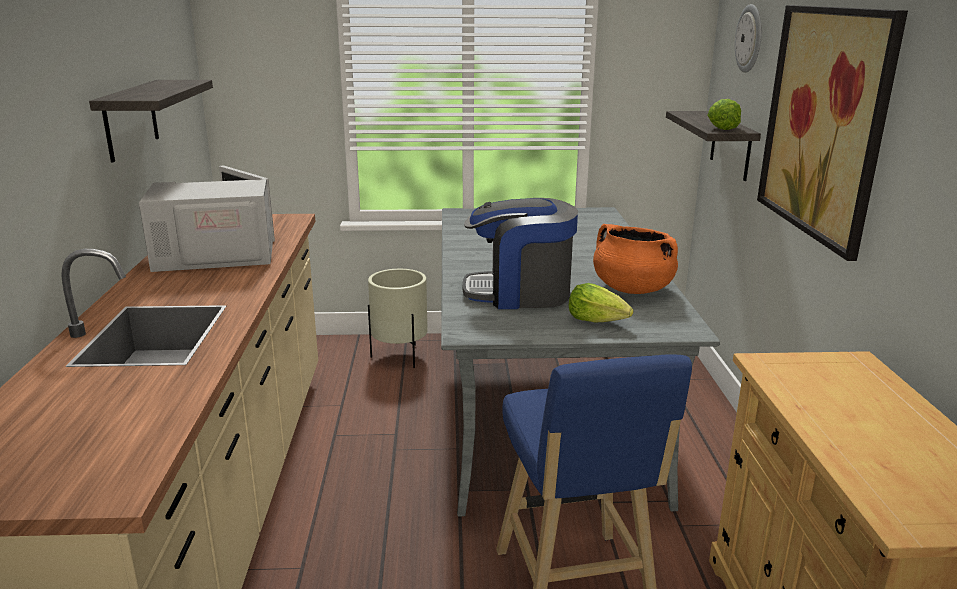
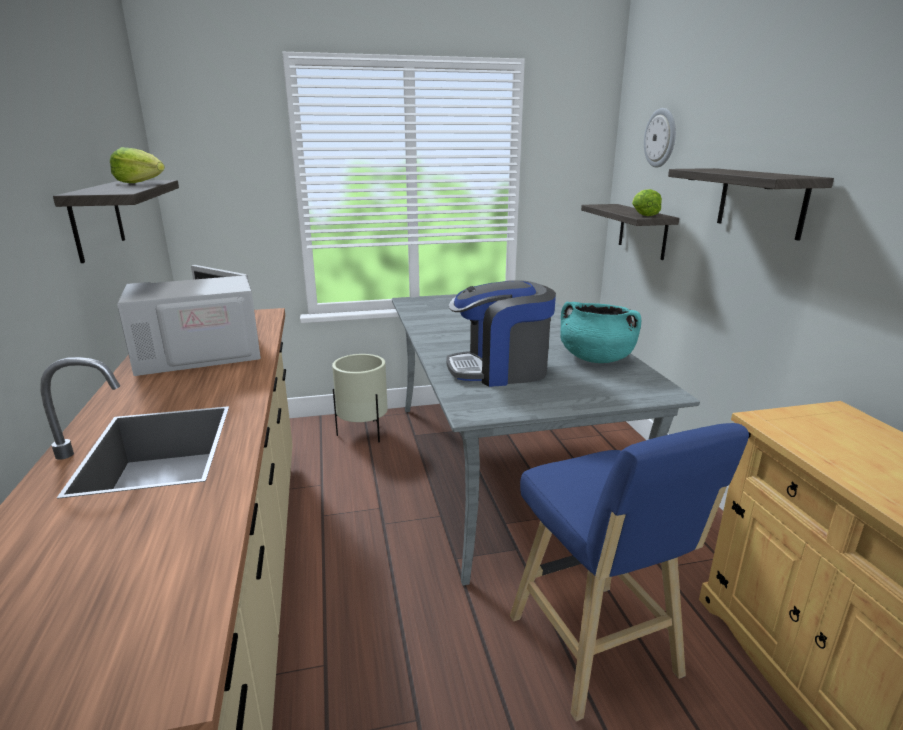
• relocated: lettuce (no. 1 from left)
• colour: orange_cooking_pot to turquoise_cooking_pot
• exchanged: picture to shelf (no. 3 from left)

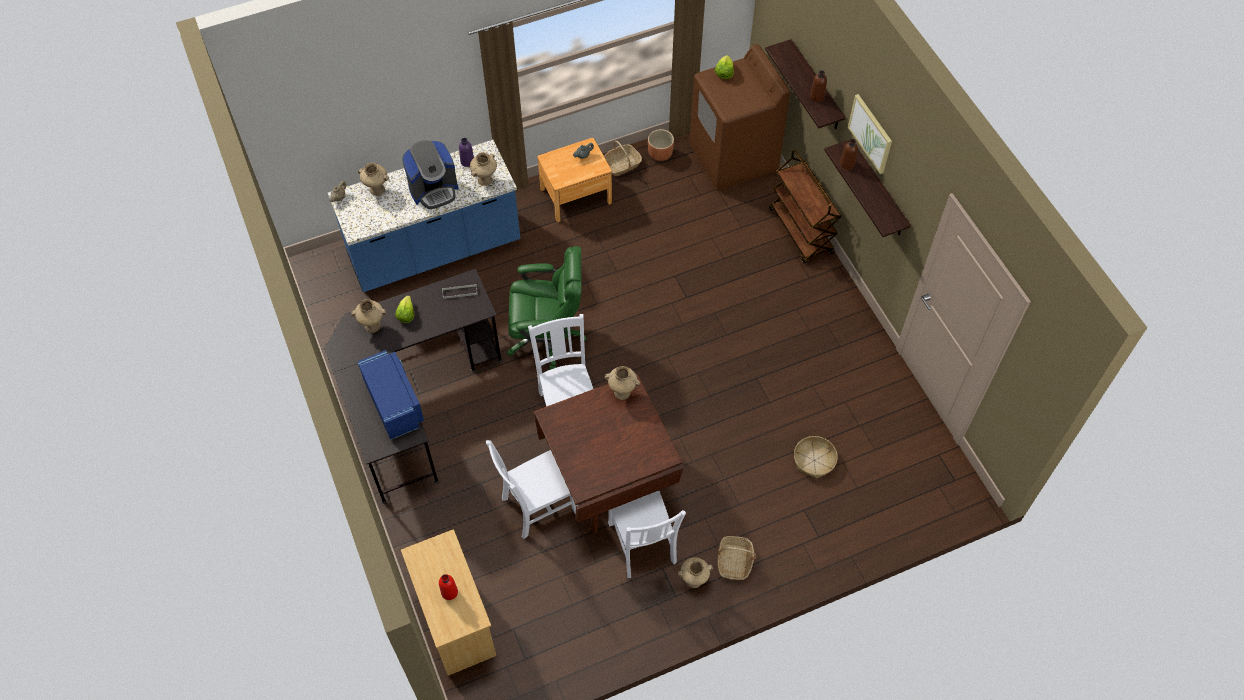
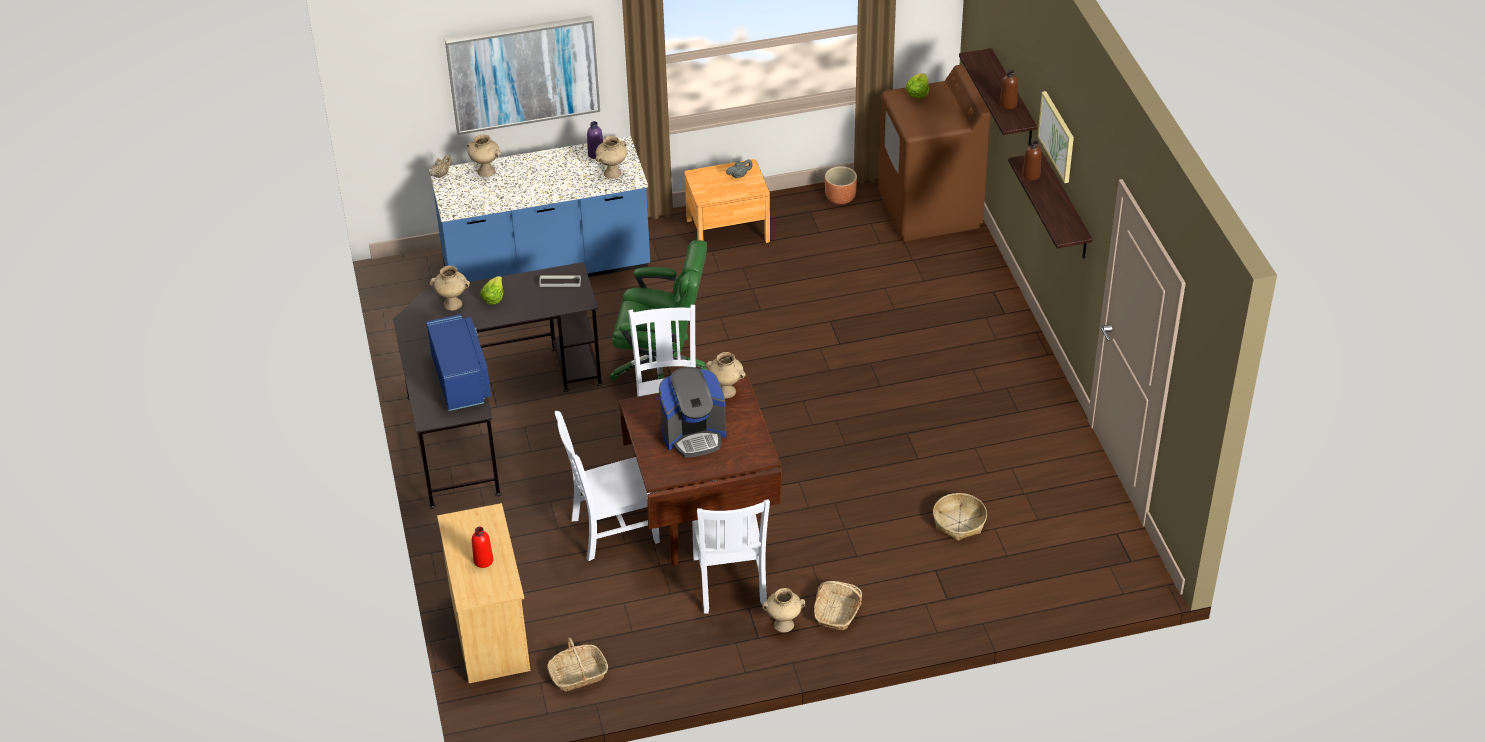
• appeared: picture (no. 1 from left)
• relocated: basket (no. 1 from left)
• relocated: coffee_machine
• missing: brown_cart

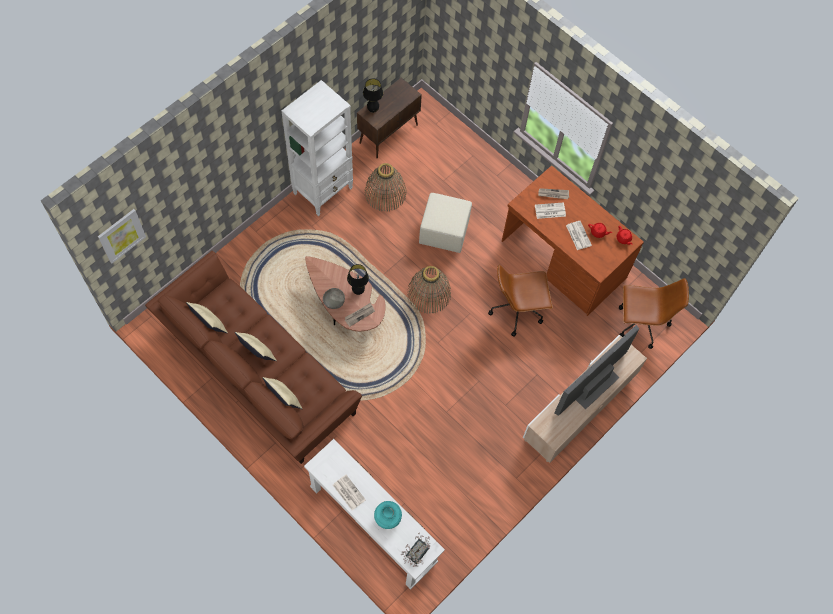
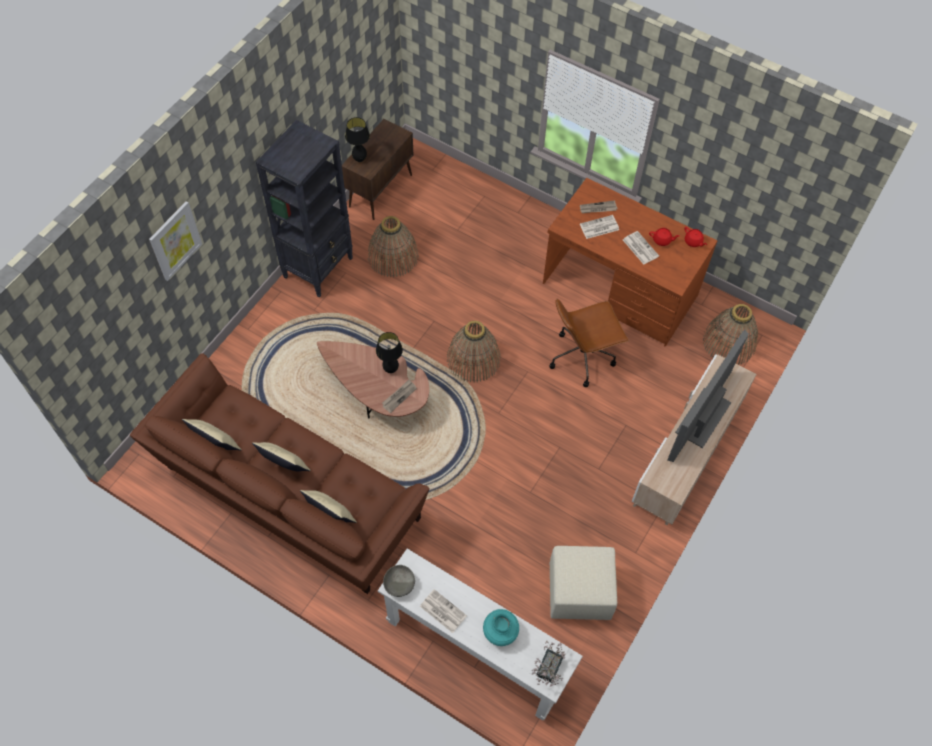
• relocated: picture
• colour: white_bookcase to black_bookcase
• relocated: grey_bowl
• relocated: beige_ottoman
• exchanged: brown_office_chair (no. 2 from left) to basket (no. 3 from left)

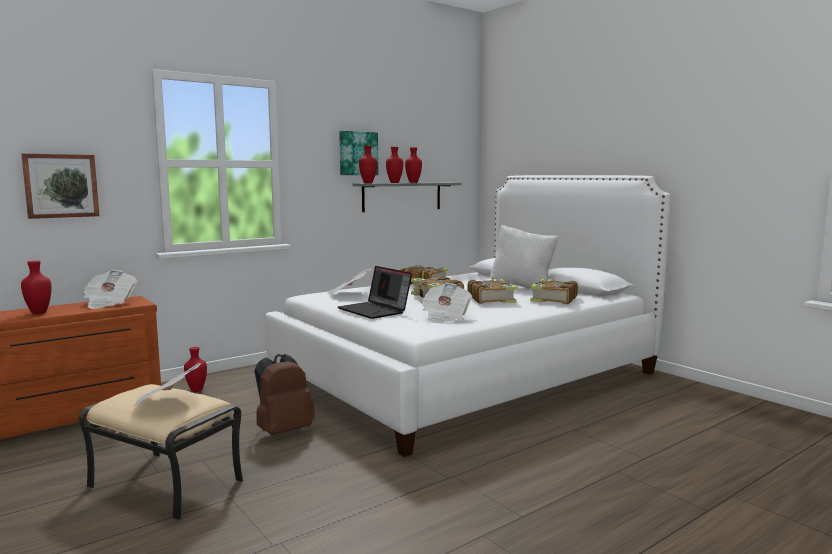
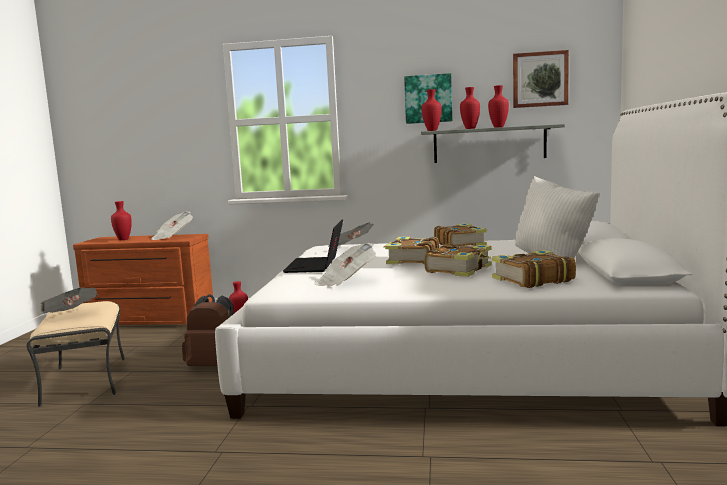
• relocated: picture (no. 1 from left in the first image) to picture (no. 2 from left)

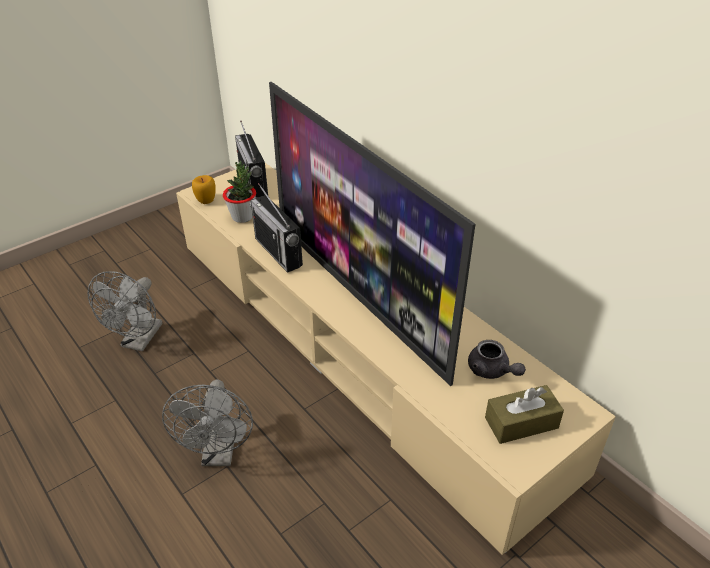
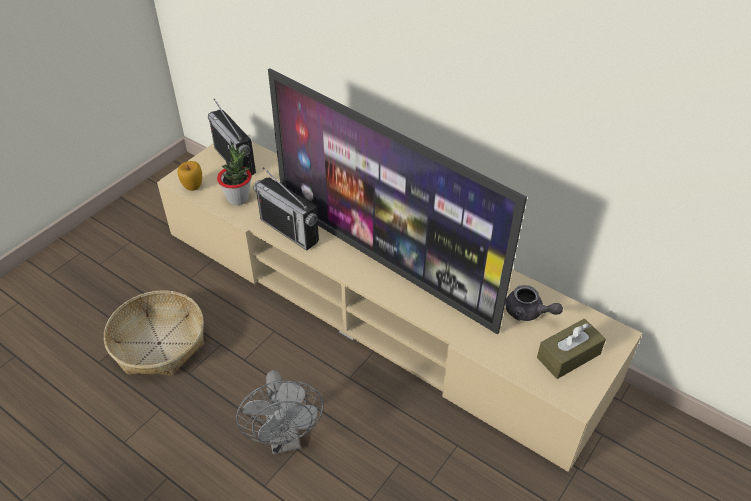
• exchanged: grey_fan (no. 1 from left) to basket

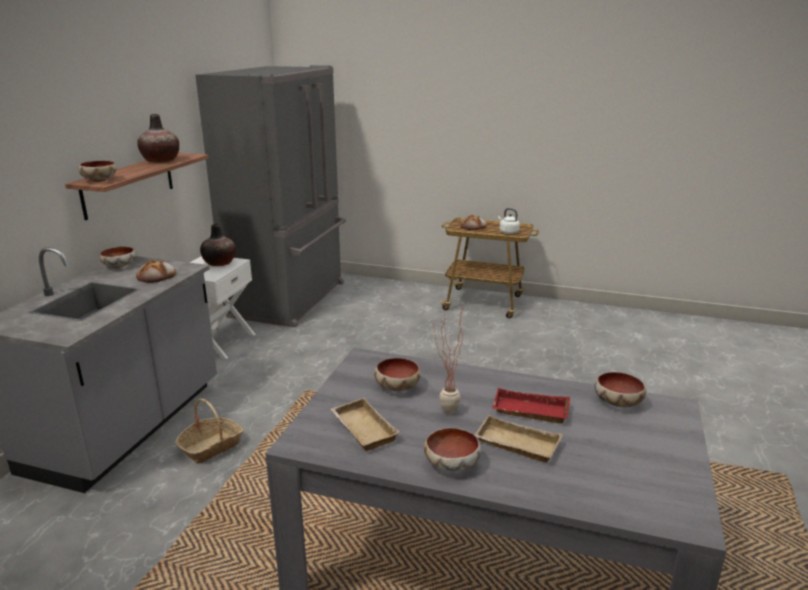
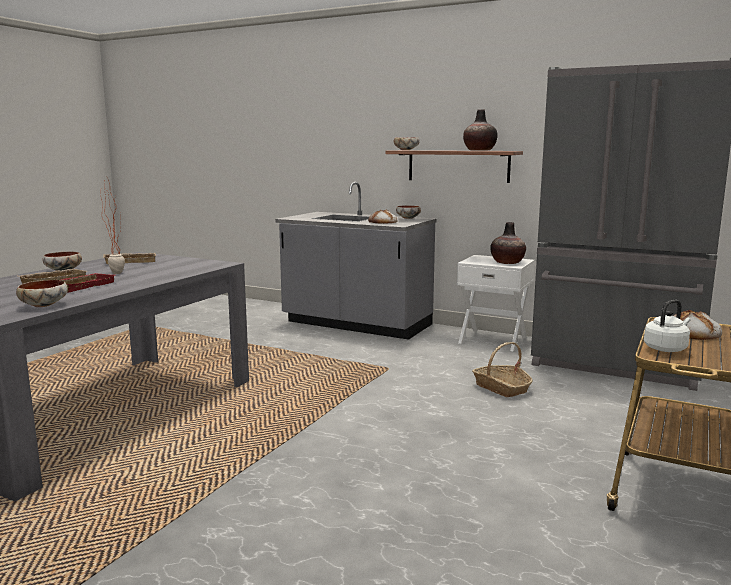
• relocated: basket
• missing: bowl (no. 3 from left)

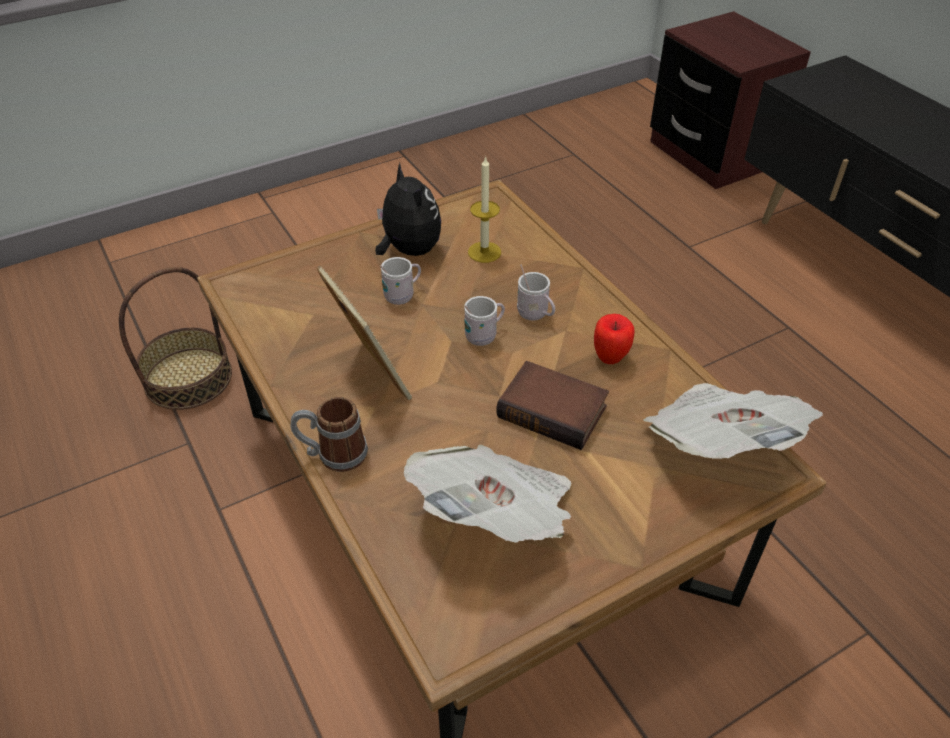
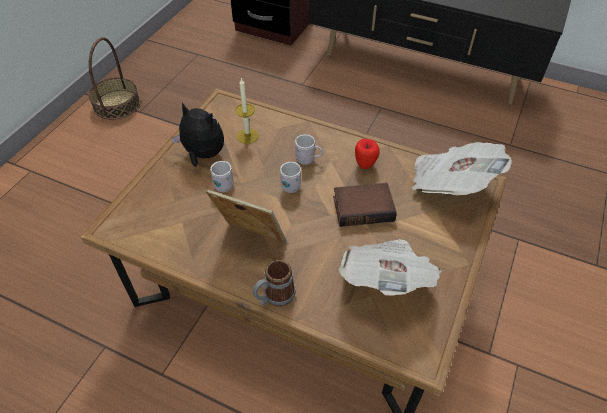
• relocated: basket

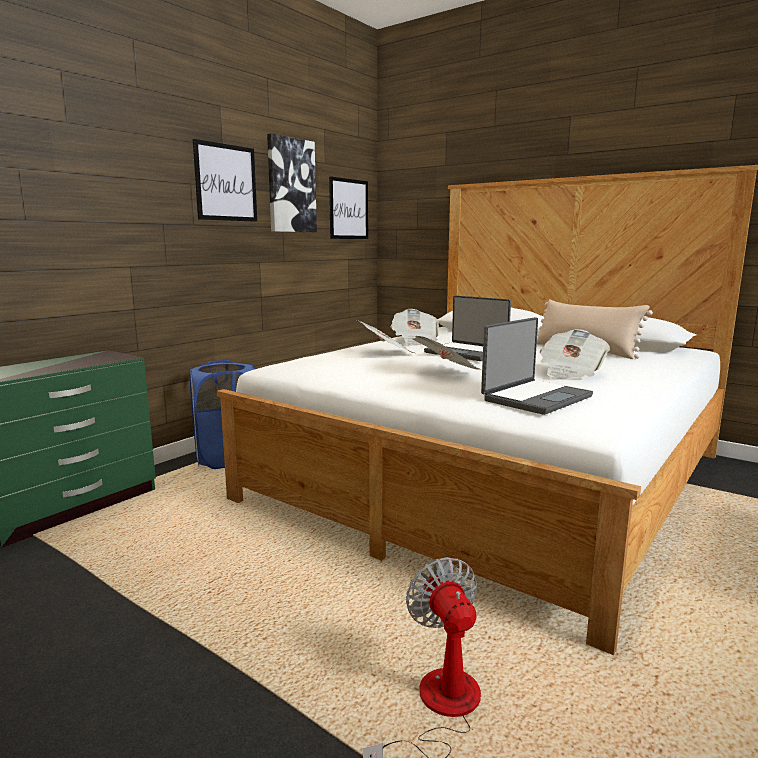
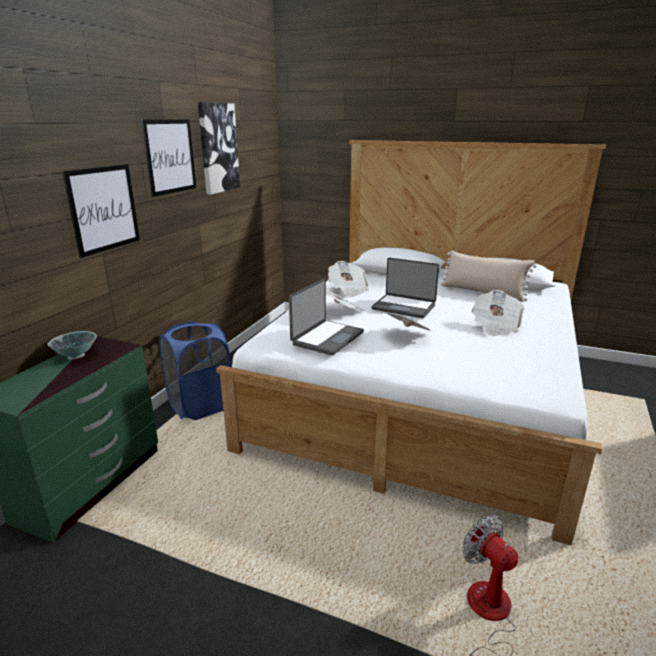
• appeared: bowl
• relocated: picture (no. 3 from left in the first image) to picture (no. 1 from left)
• relocated: laptop (no. 2 from left in the first image) to laptop (no. 1 from left)

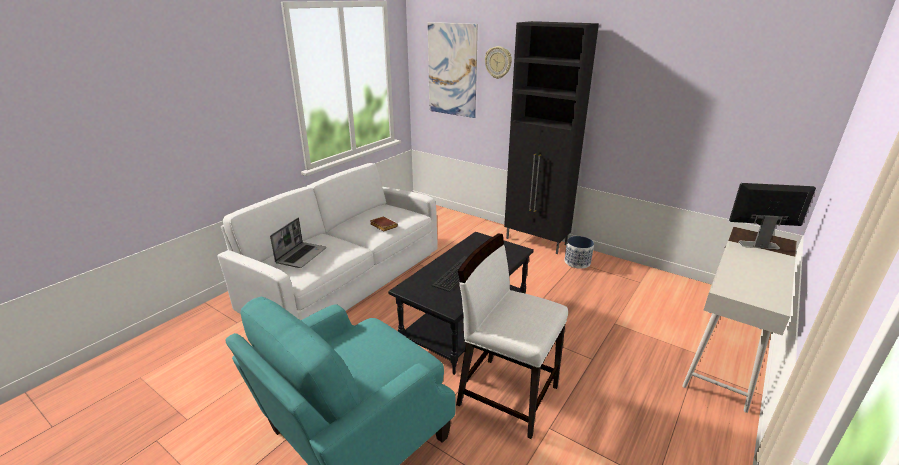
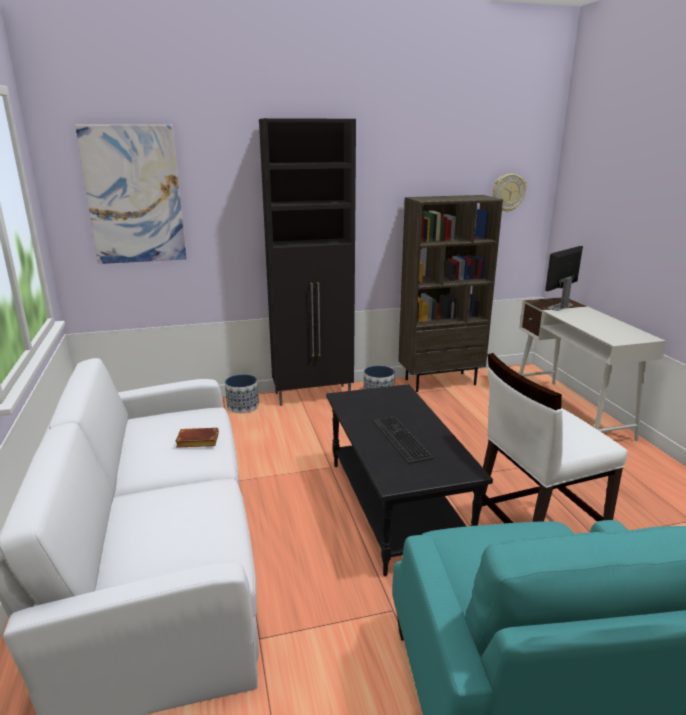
• appeared: planter (no. 1 from left)
• appeared: brown_bookcase
• relocated: wall_clock
• missing: laptop

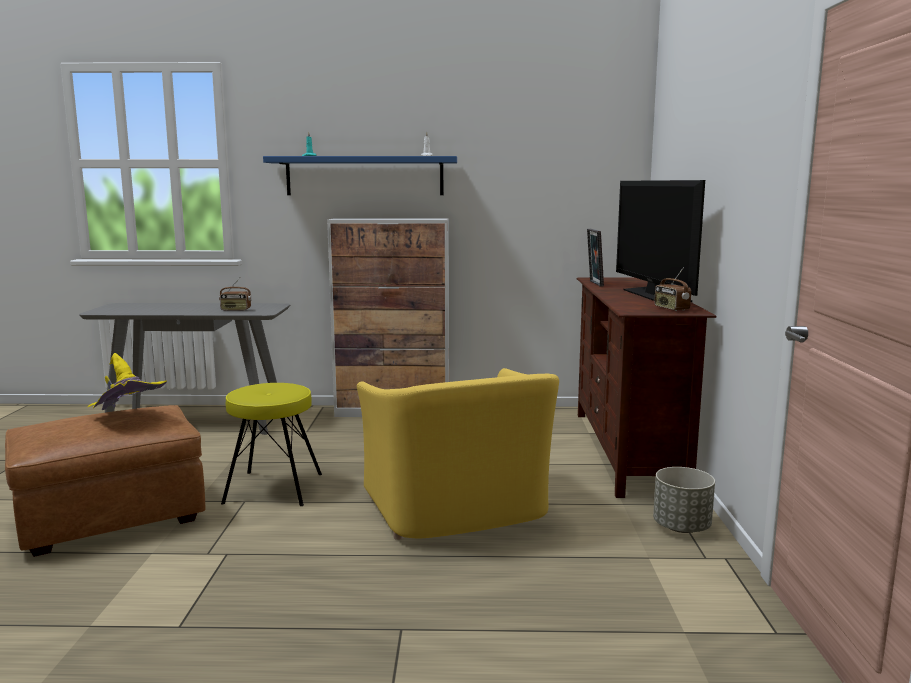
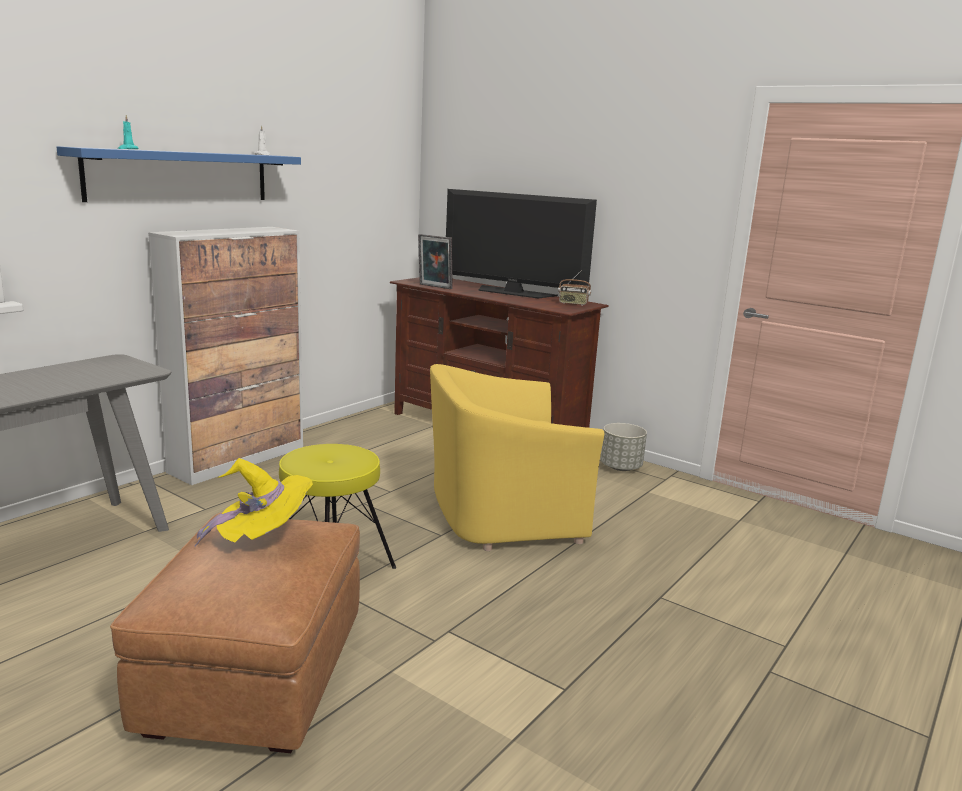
• spun: yellow_armchair 150 degrees clockwise
• missing: radio (no. 1 from left)

